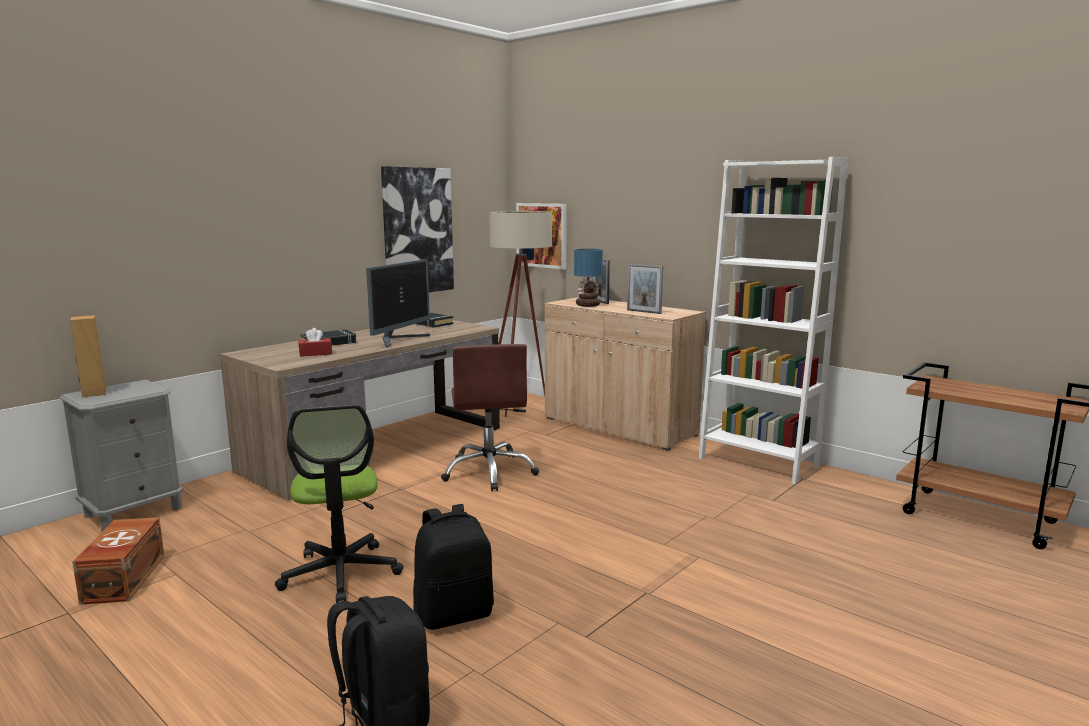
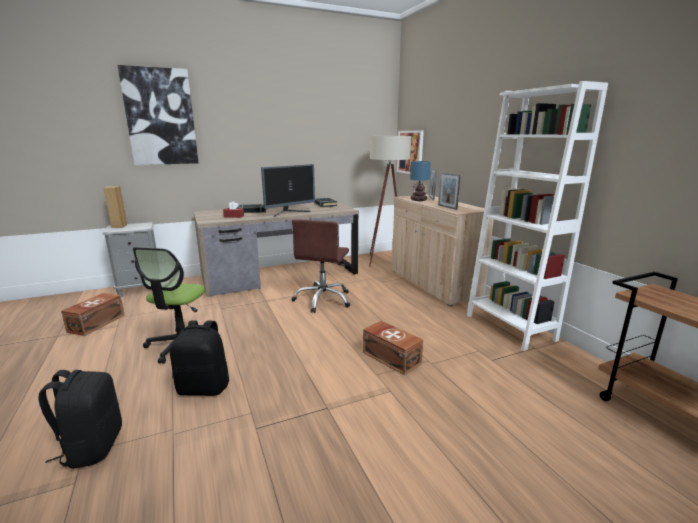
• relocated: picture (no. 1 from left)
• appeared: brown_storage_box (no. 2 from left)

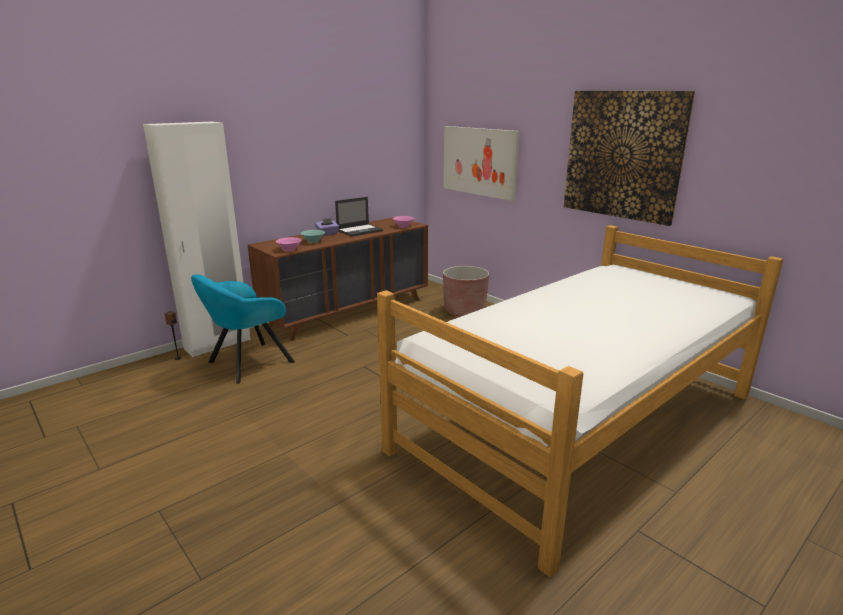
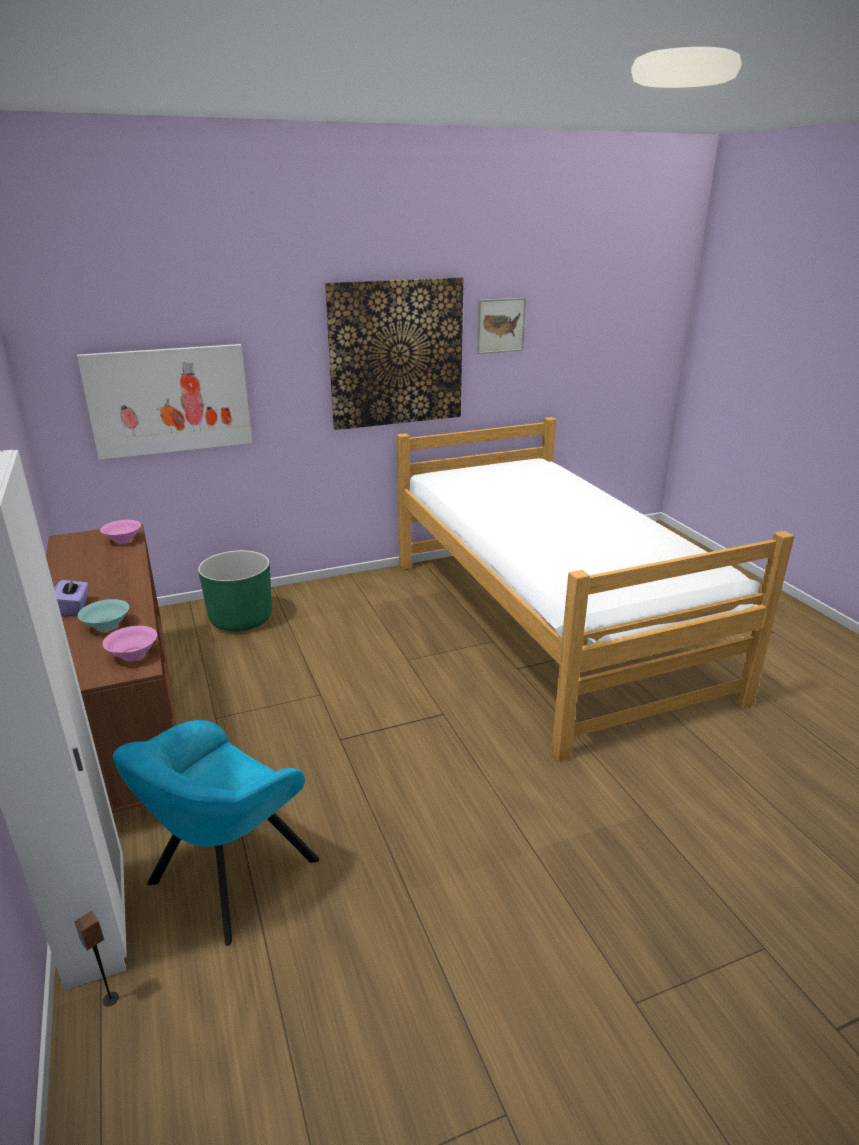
• spun: turquoise_armchair 60 degrees clockwise
• colour: brown_planter to green_planter
• appeared: picture (no. 3 from left)
• missing: laptop

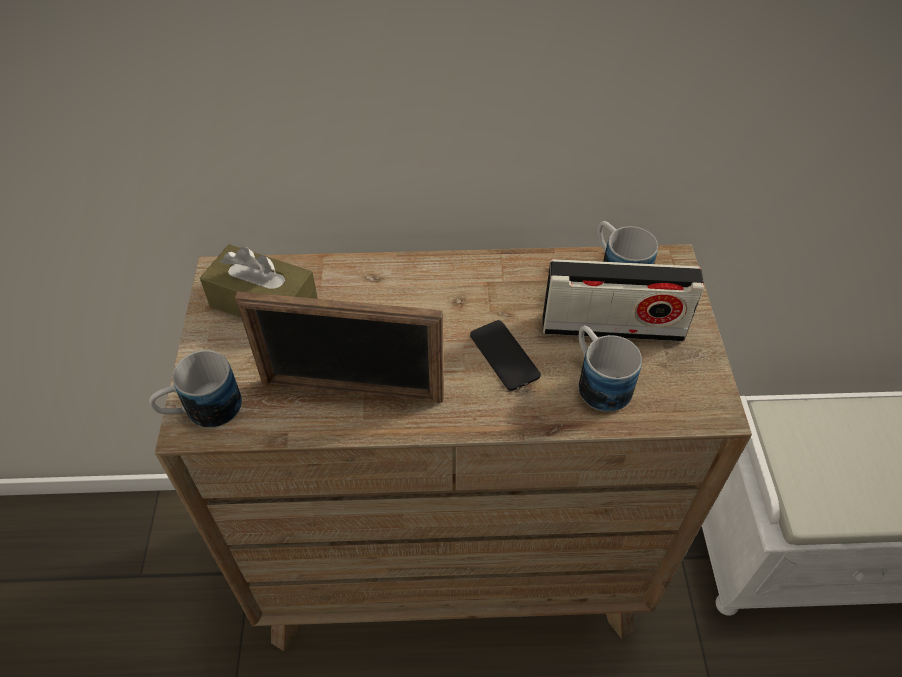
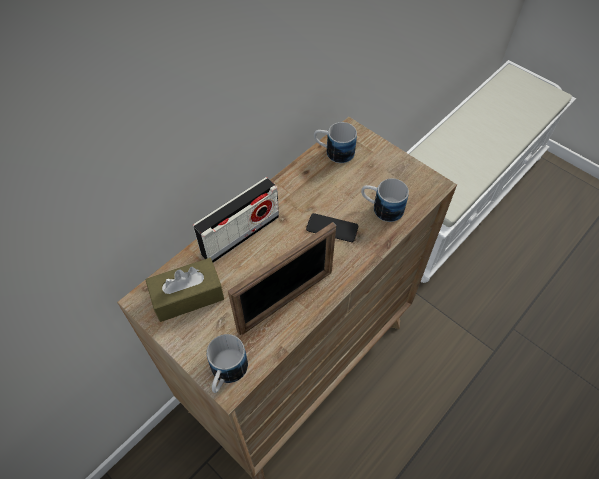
• relocated: radio

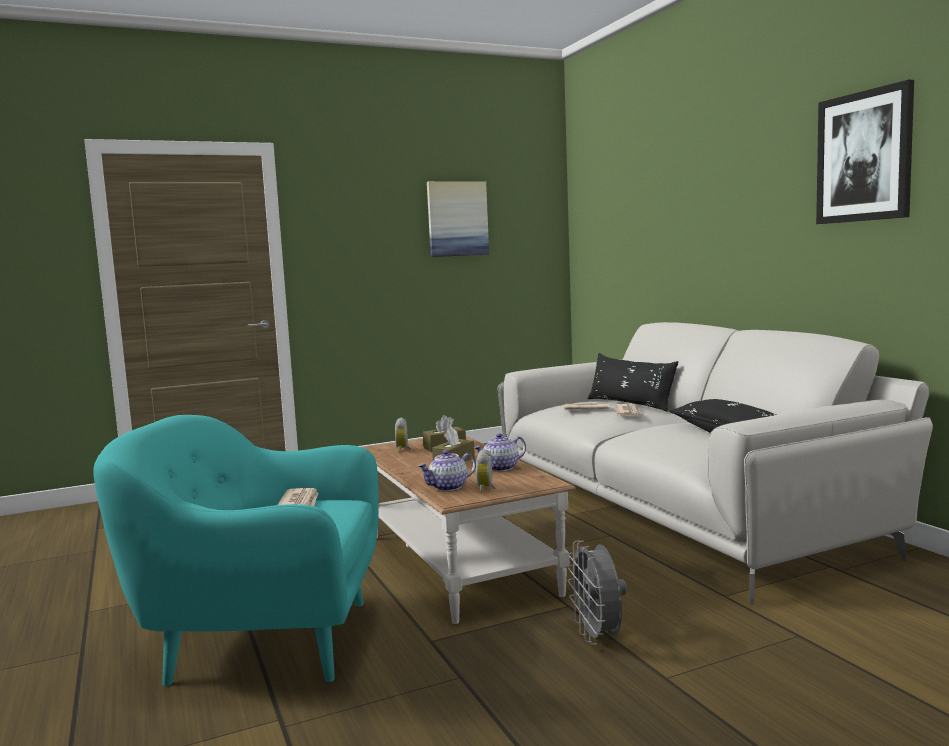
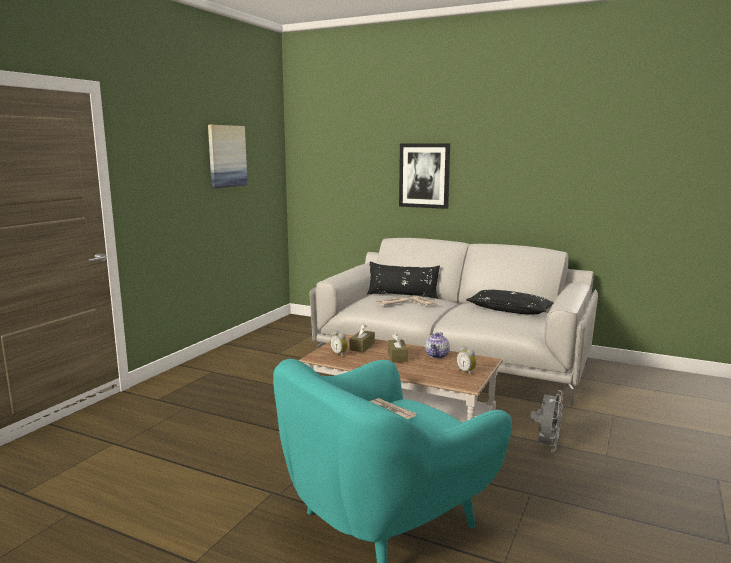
• relocated: picture (no. 2 from left)
• spun: grey_fan 105 degrees counterclockwise
• missing: teapot (no. 1 from left)

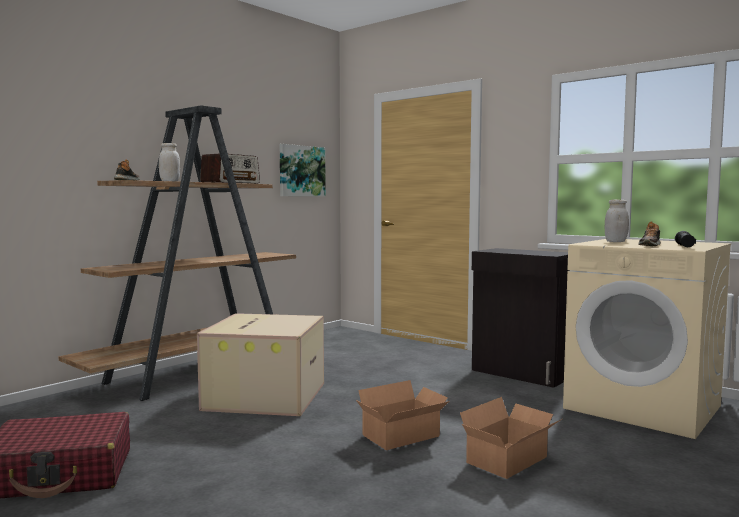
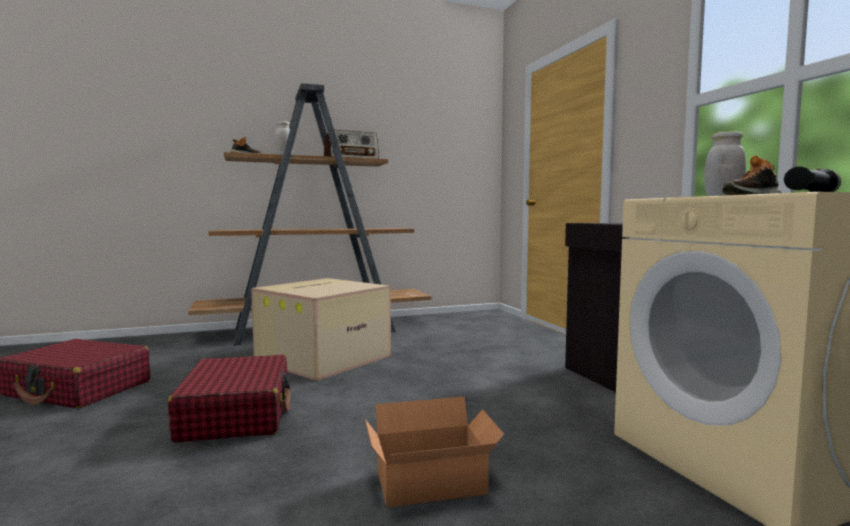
• appeared: red_suitcase (no. 2 from left)
• missing: picture
• missing: cardboard_box (no. 2 from left)

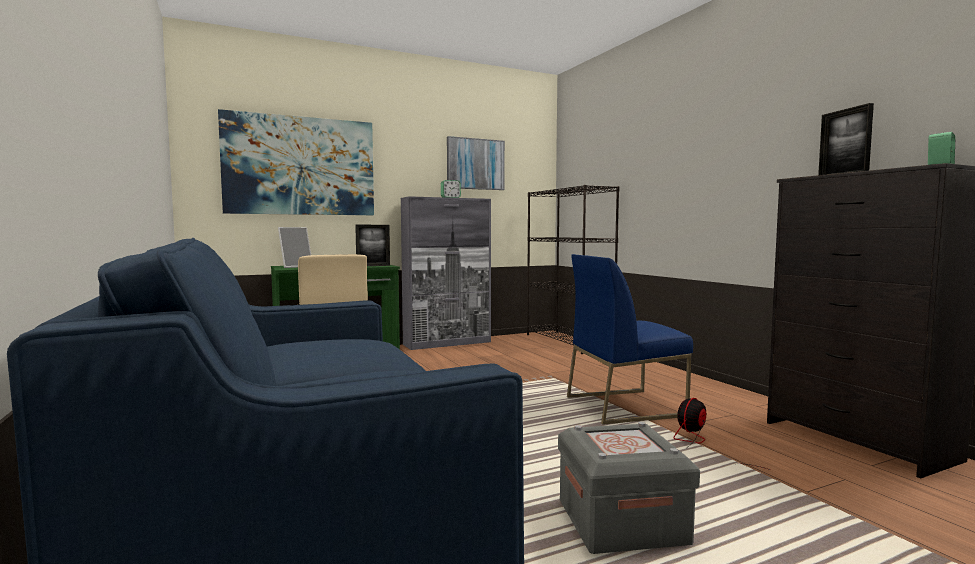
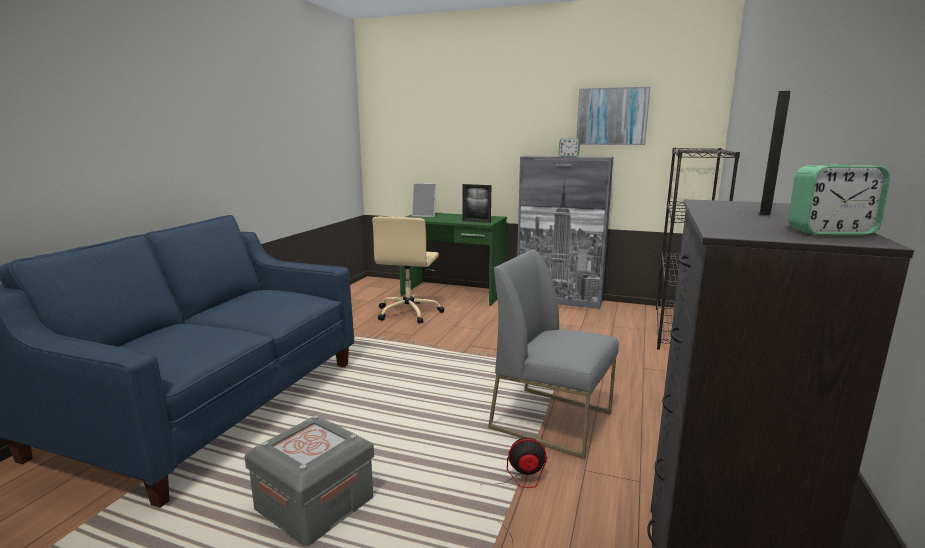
• colour: blue_chair to grey_chair
• missing: picture (no. 1 from left)

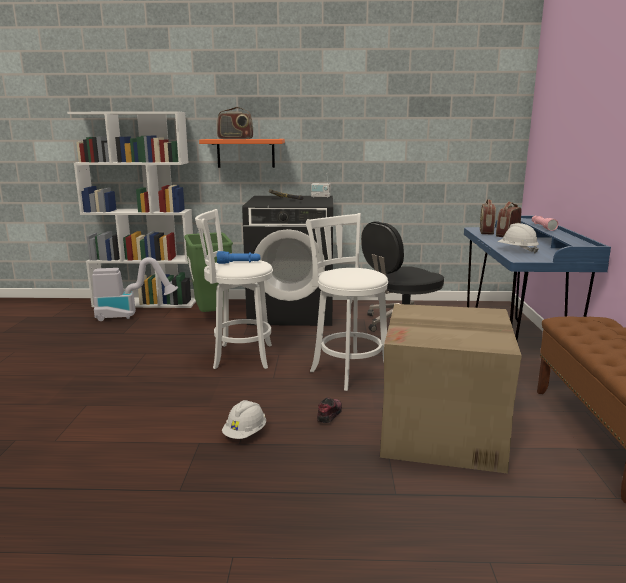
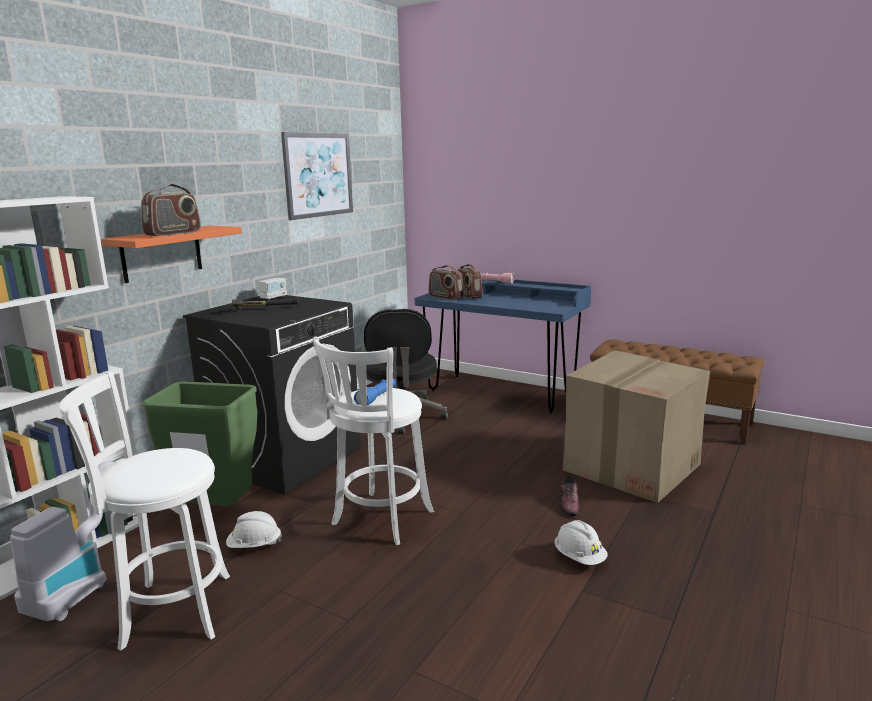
• relocated: white_stool (no. 2 from left in the first image) to white_stool (no. 1 from left)
• relocated: white_hard_hat (no. 2 from left in the first image) to white_hard_hat (no. 1 from left)
• appeared: picture
• spun: shoe 135 degrees counterclockwise

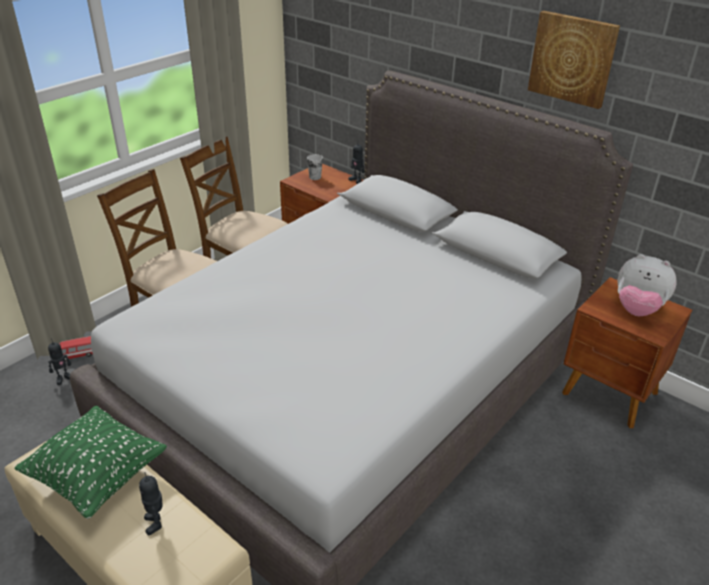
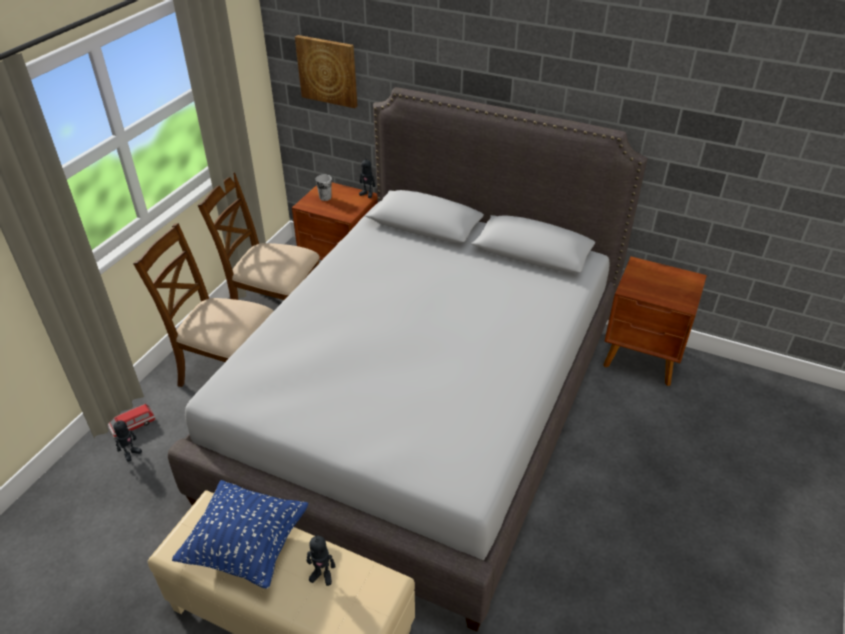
• colour: green_pillow to blue_pillow
• relocated: picture
• spun: toy_robot (no. 2 from left) 45 degrees counterclockwise
• missing: plush_toy

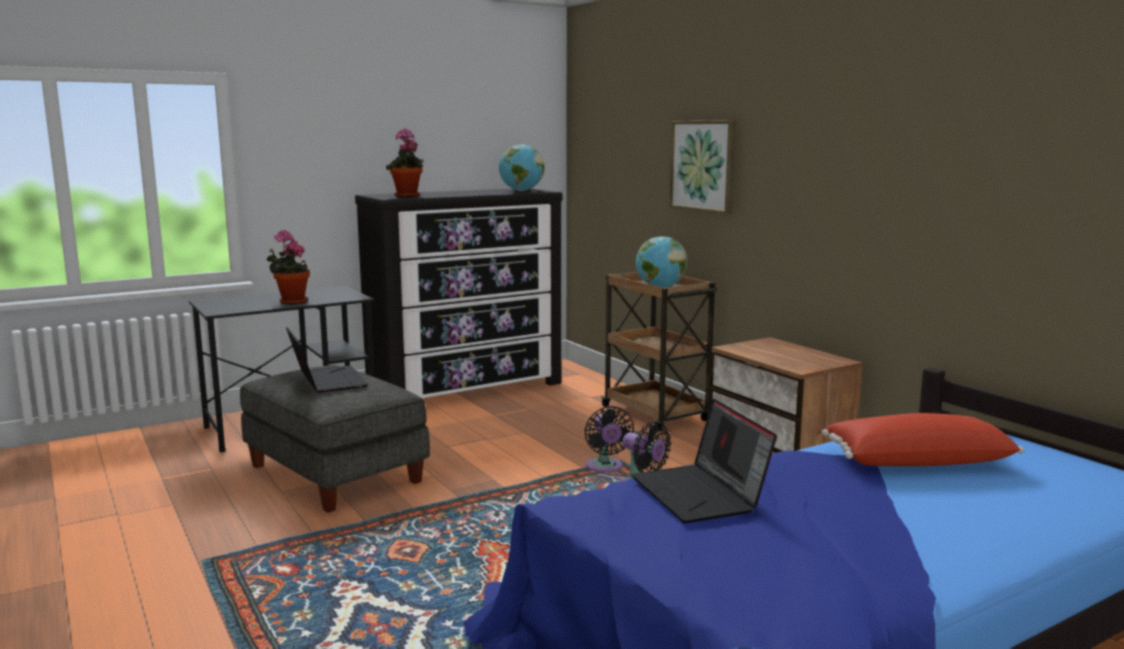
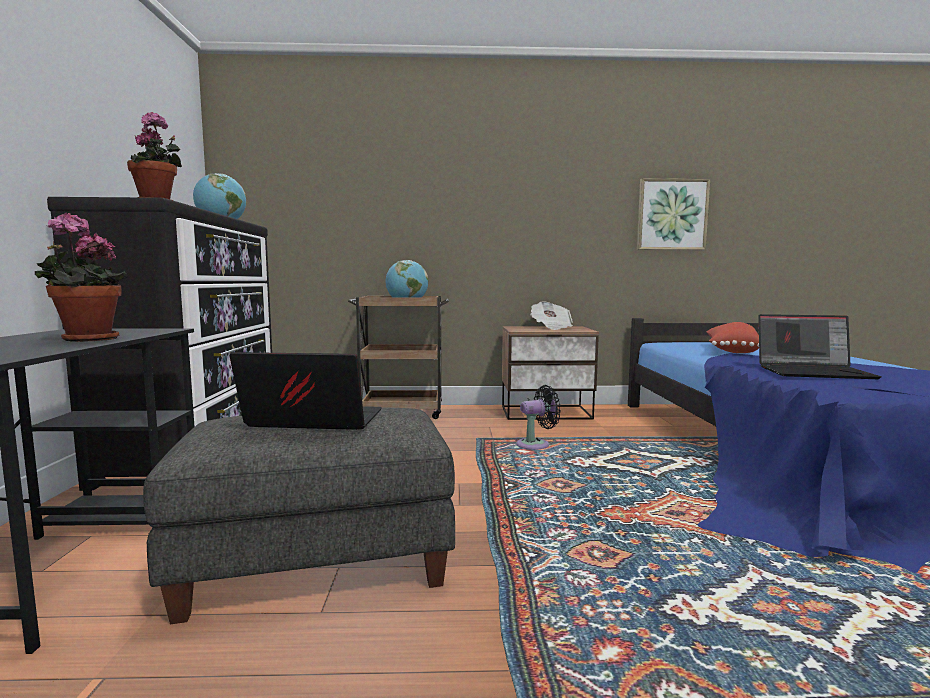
• appeared: newspaper
• relocated: picture
• missing: black_fan (no. 1 from left)

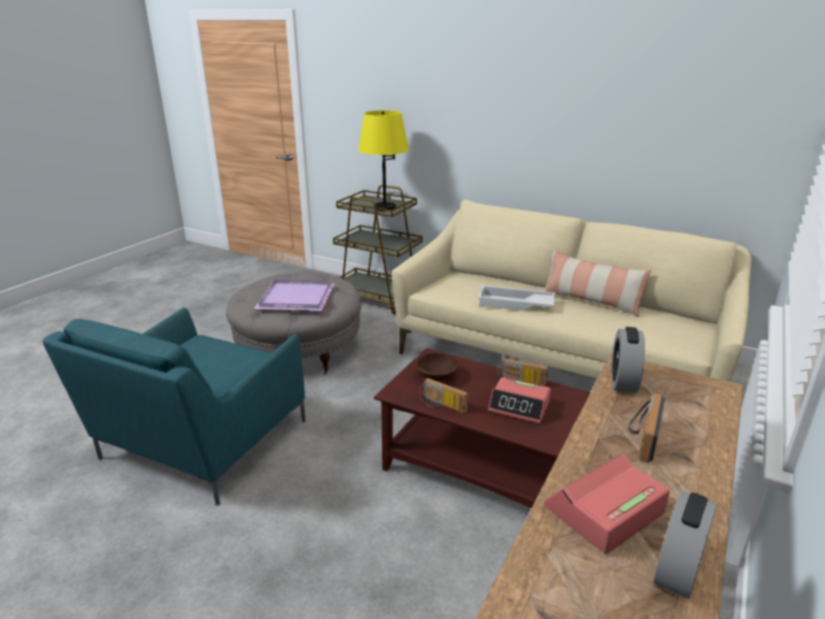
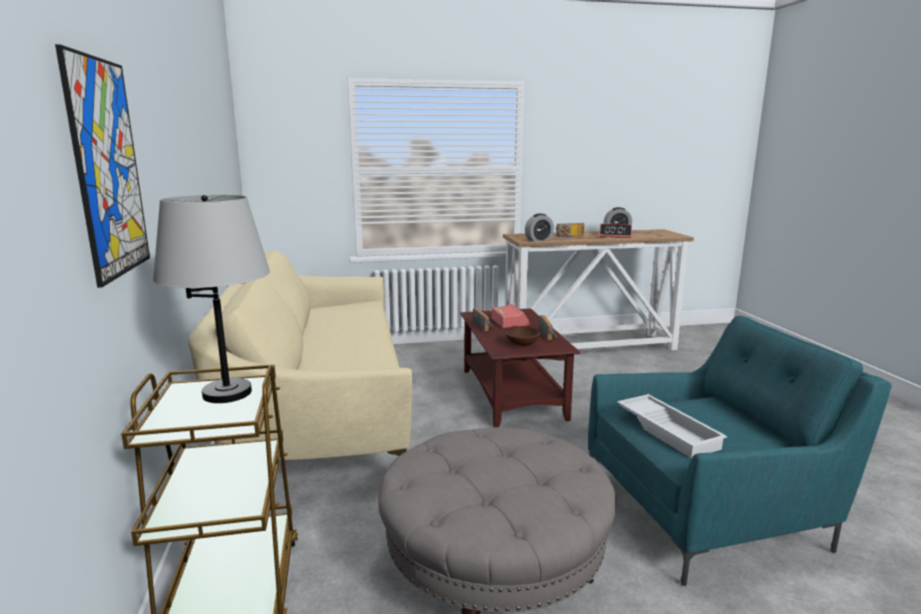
• appeared: picture
• colour: yellow_table_lamp to grey_table_lamp
• relocated: white_tray
• missing: purple_tray
• missing: pillow

